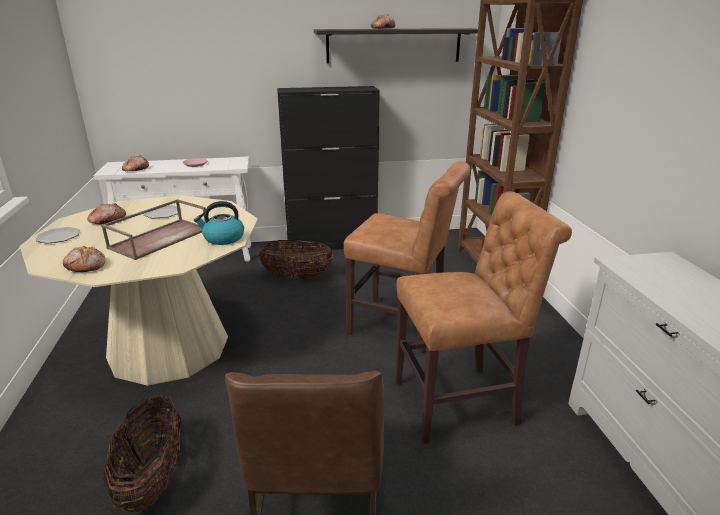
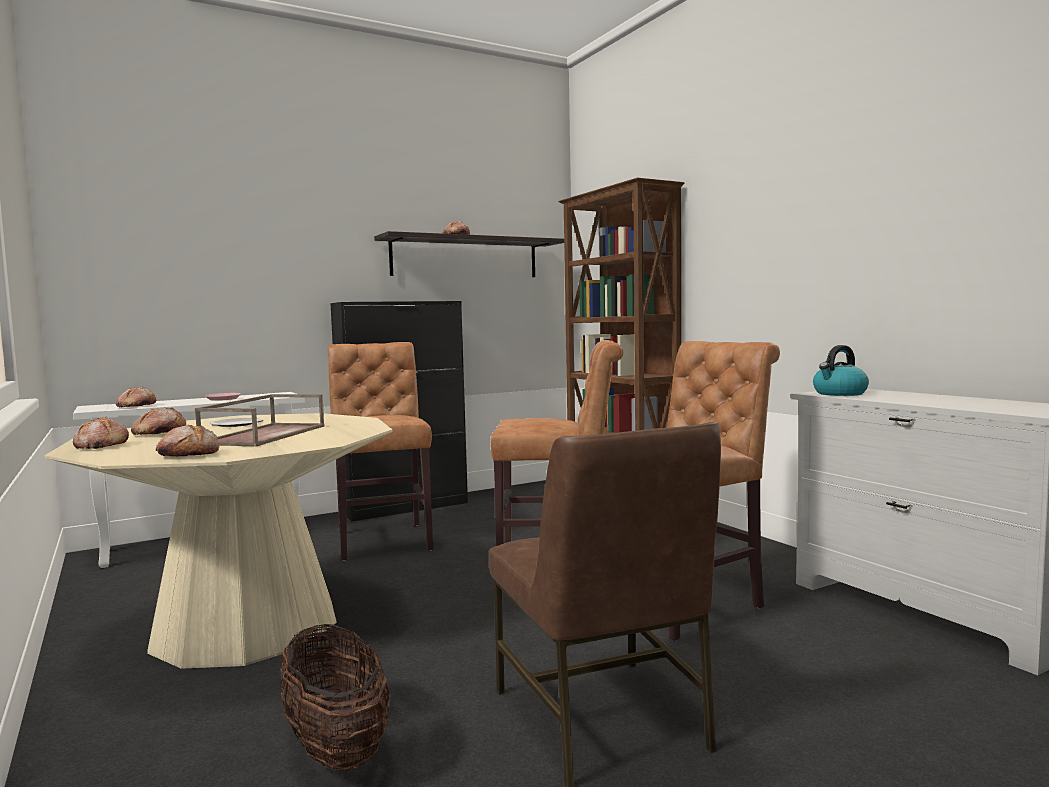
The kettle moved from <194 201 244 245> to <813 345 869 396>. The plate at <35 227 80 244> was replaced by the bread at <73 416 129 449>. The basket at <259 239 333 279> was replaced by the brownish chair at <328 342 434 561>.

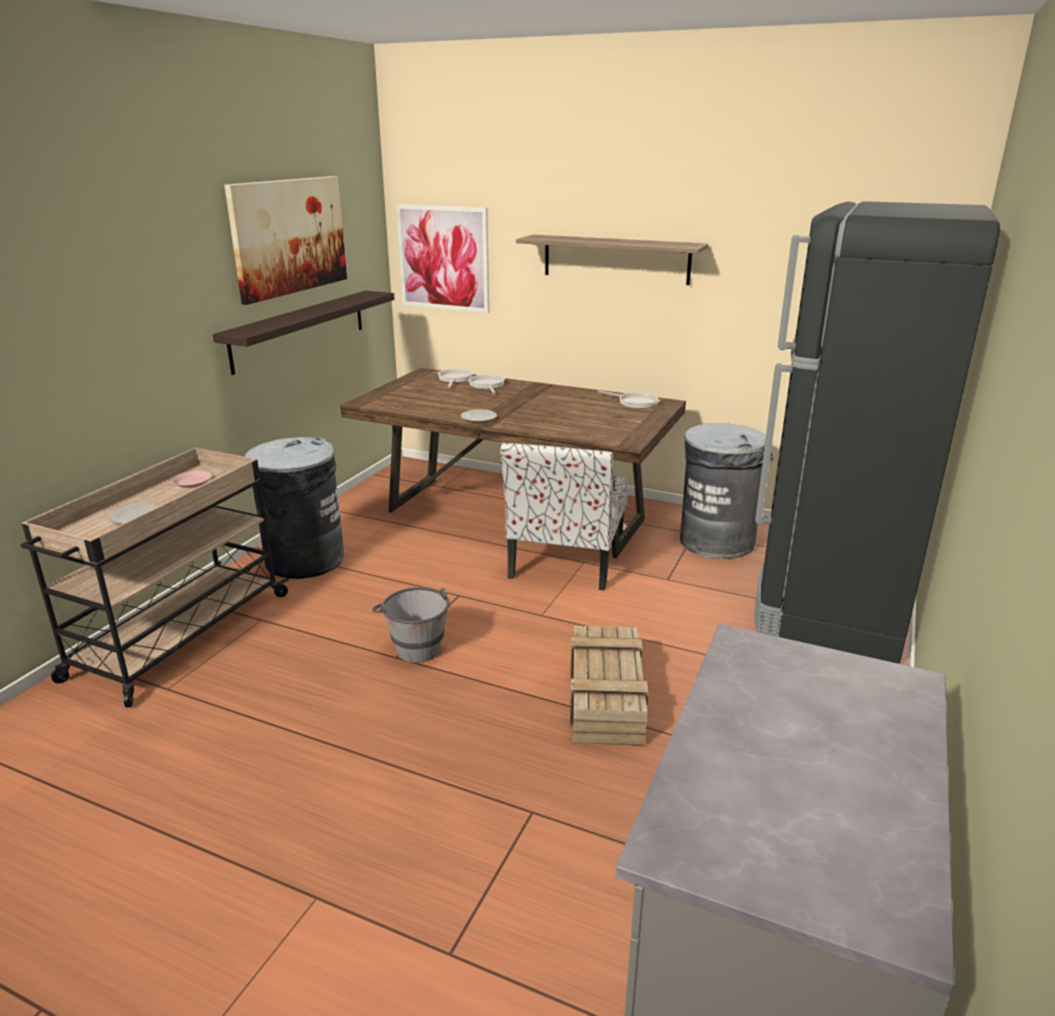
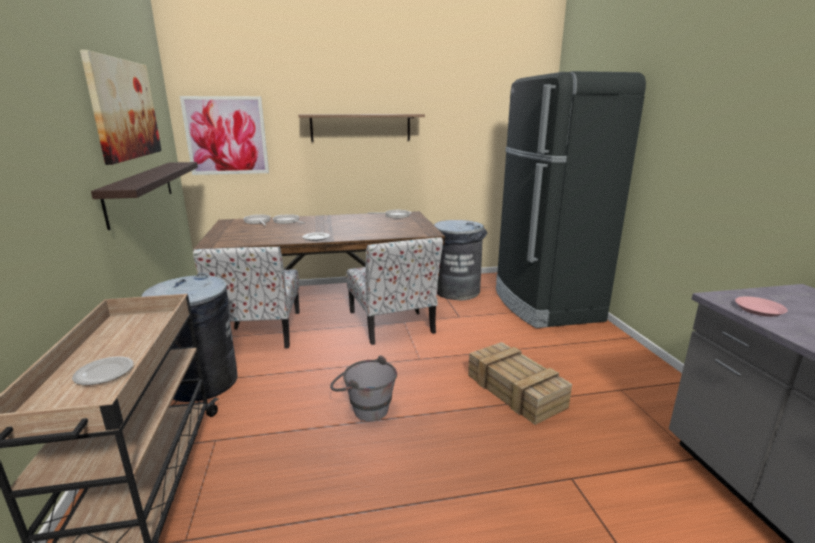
The pink-coloured plate moved from <172 471 212 488> to <735 296 788 317>. The chair at <193 247 300 348> appeared.

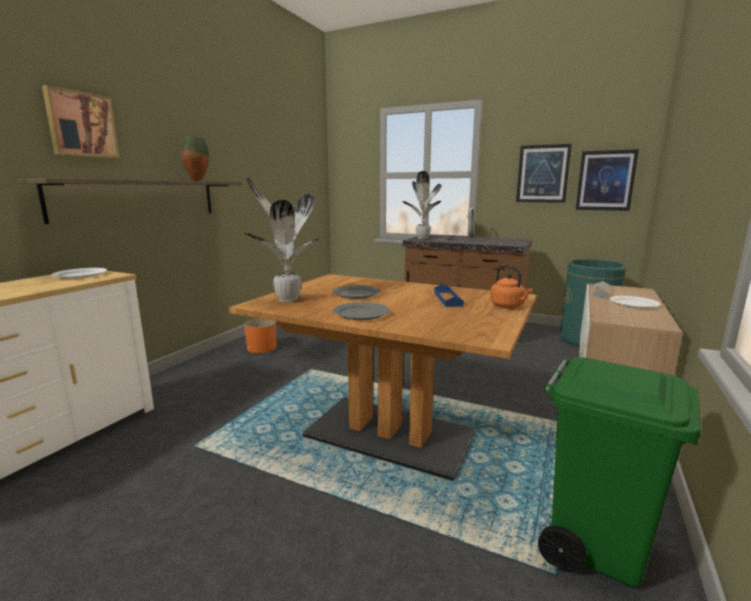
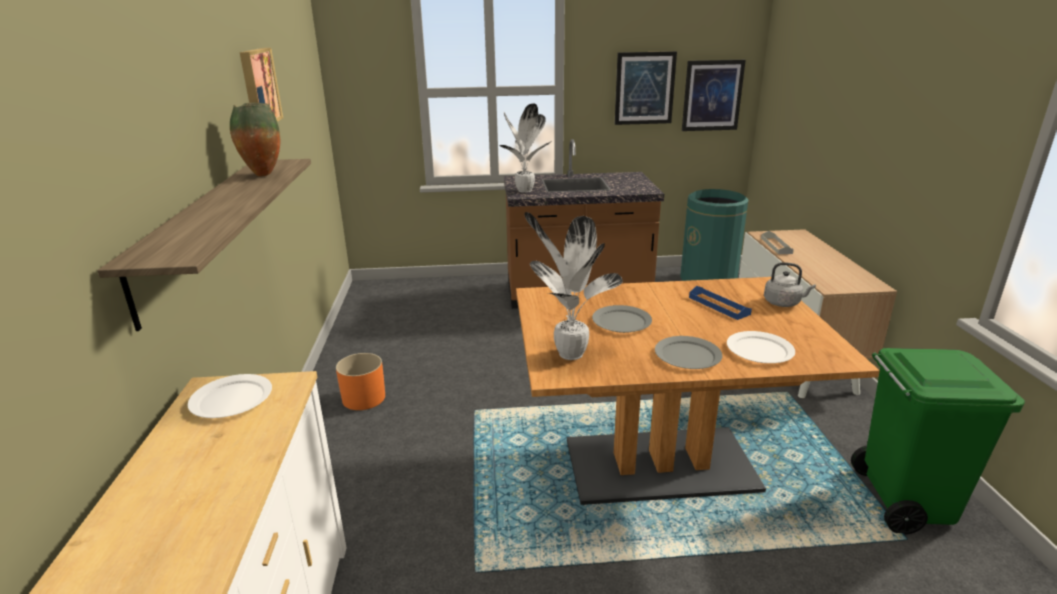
The wall art moved from <42 85 119 158> to <240 48 283 122>. The orange-coloured kettle at <490 265 533 308> became the gray kettle at <764 262 816 307>. The white plate moved from <610 296 660 309> to <727 331 795 363>.

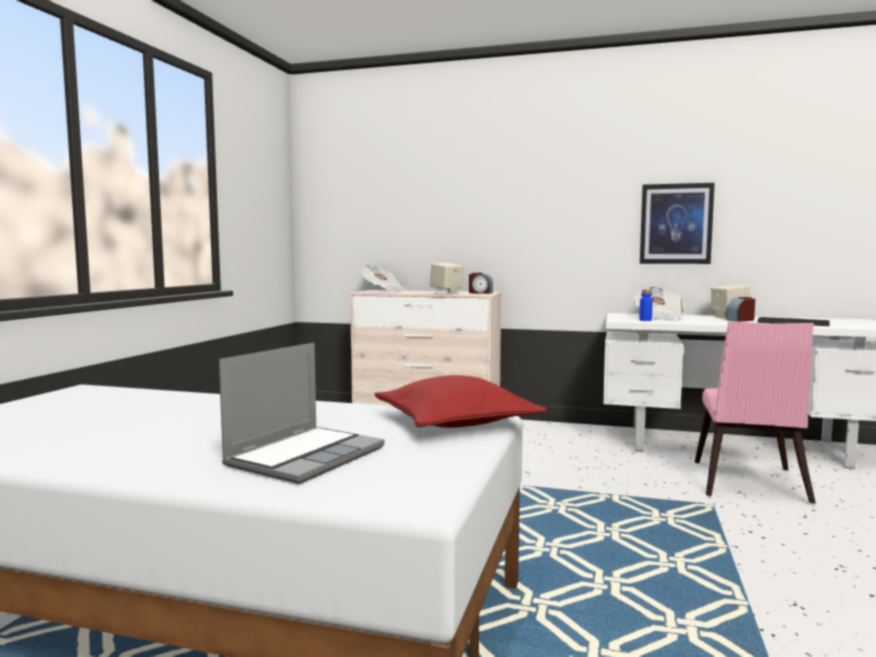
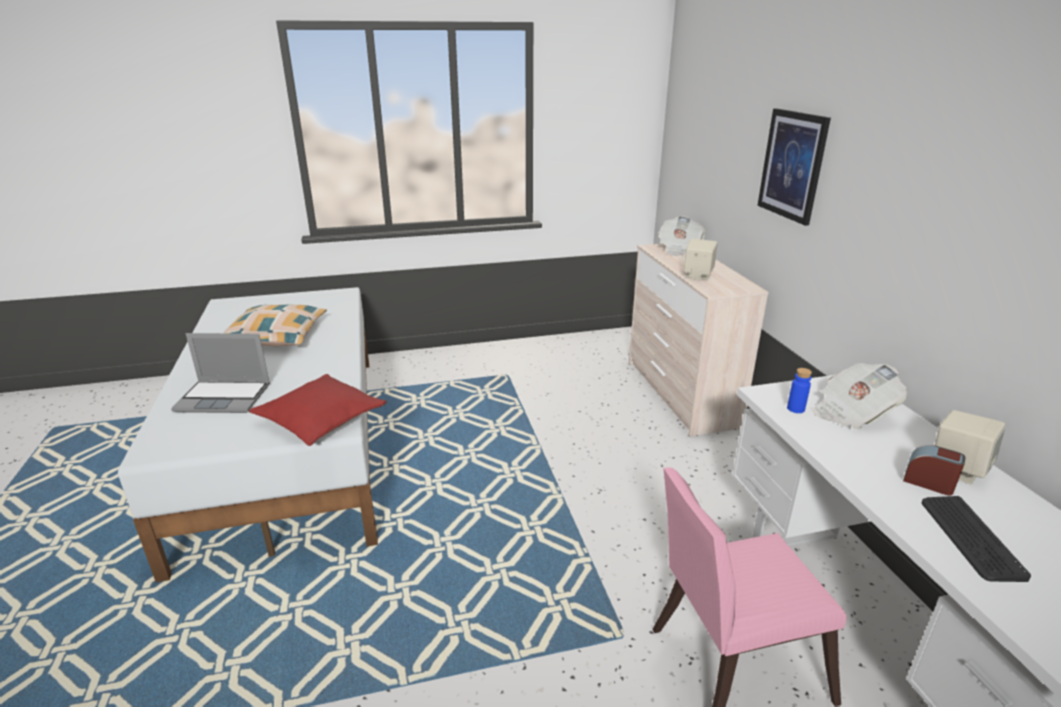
The wall art moved from <640 183 715 264> to <757 108 831 226>. The bedside clock at <469 273 493 294> disappeared. The throw pillow at <224 305 327 346> appeared.

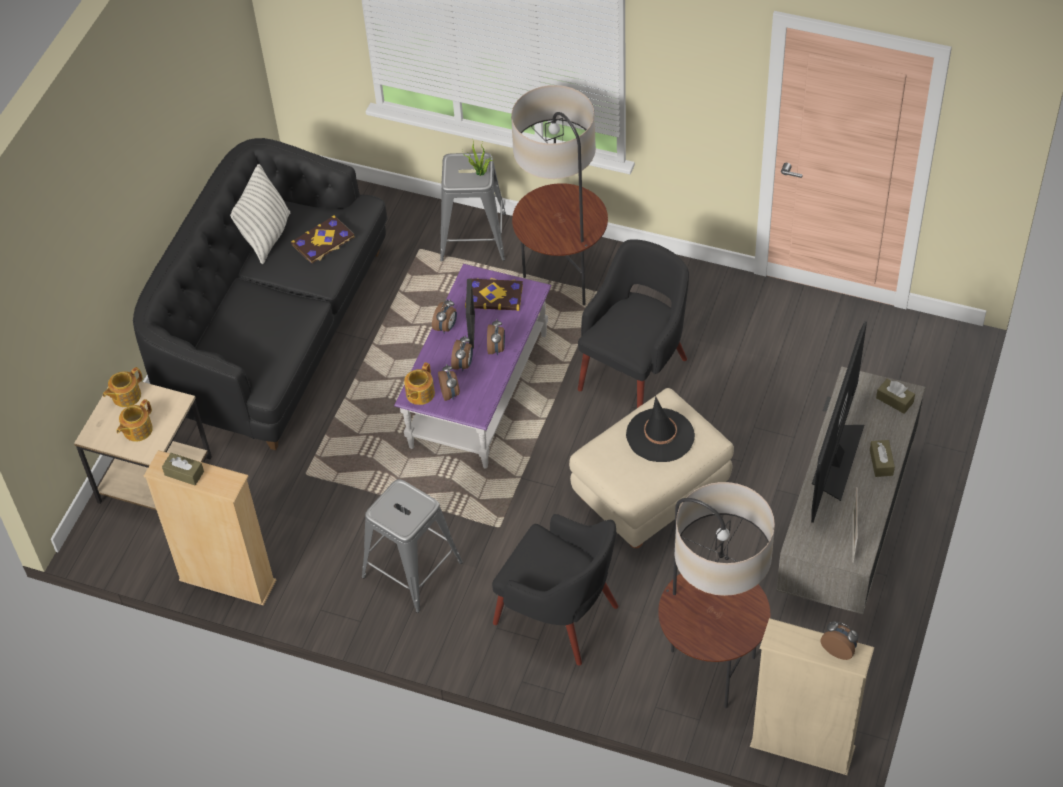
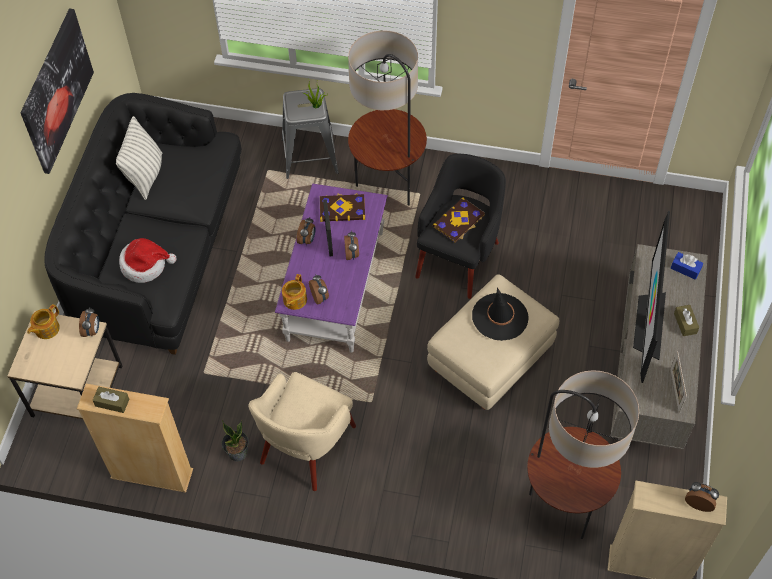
The volume moved from <291 215 355 264> to <433 197 485 243>. The bedside clock moved from <451 335 473 371> to <79 307 99 337>. The brownish tissue holder at <876 379 915 414> became the blue tissue holder at <671 252 703 280>. The pot for tea at <117 399 153 442> disappeared. The gray sitting stool at <362 479 463 613> was replaced by the beige lounge chair at <248 372 356 491>. The black lounge chair at <492 514 618 665> disappeared. The wall art at <20 8 94 174> appeared. The clothing hat at <119 238 176 283> appeared. The plant in a pot at <222 420 249 461> appeared.

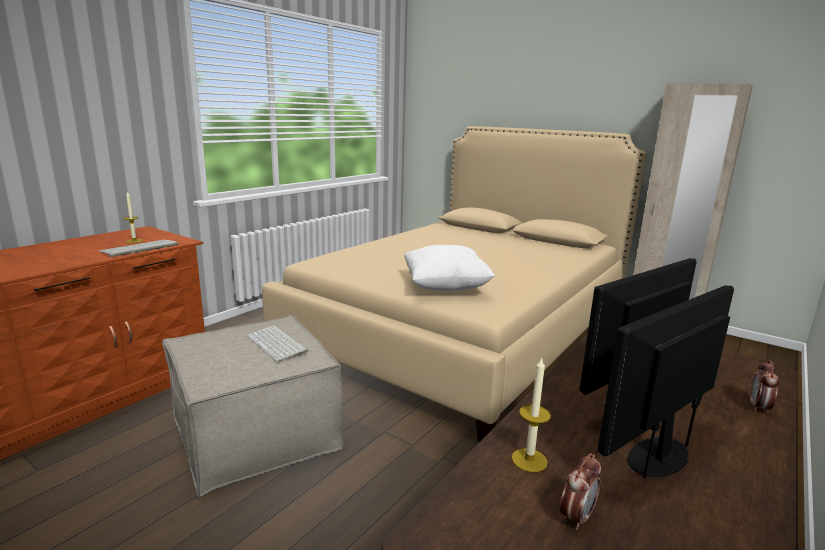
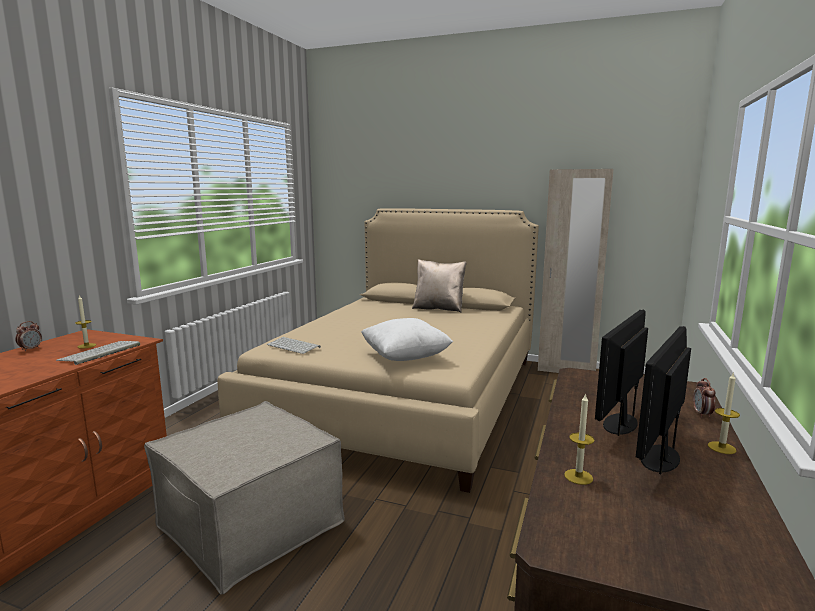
The keyboard moved from <246 325 309 362> to <267 337 321 354>. The bedside clock moved from <560 453 601 530> to <15 321 42 351>. The beige throw pillow at <412 259 467 312> appeared. The wax candle at <708 373 740 454> appeared.

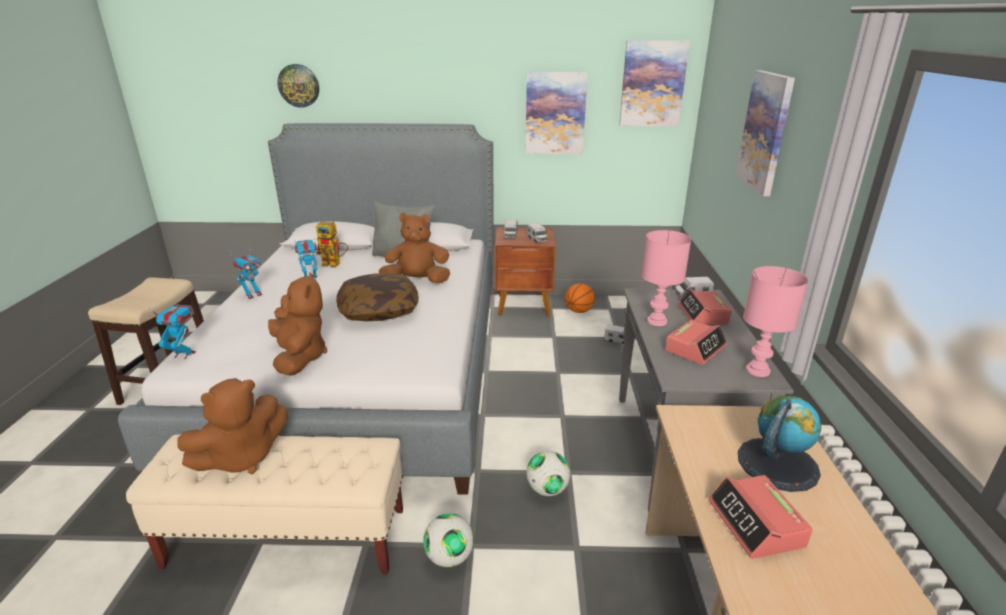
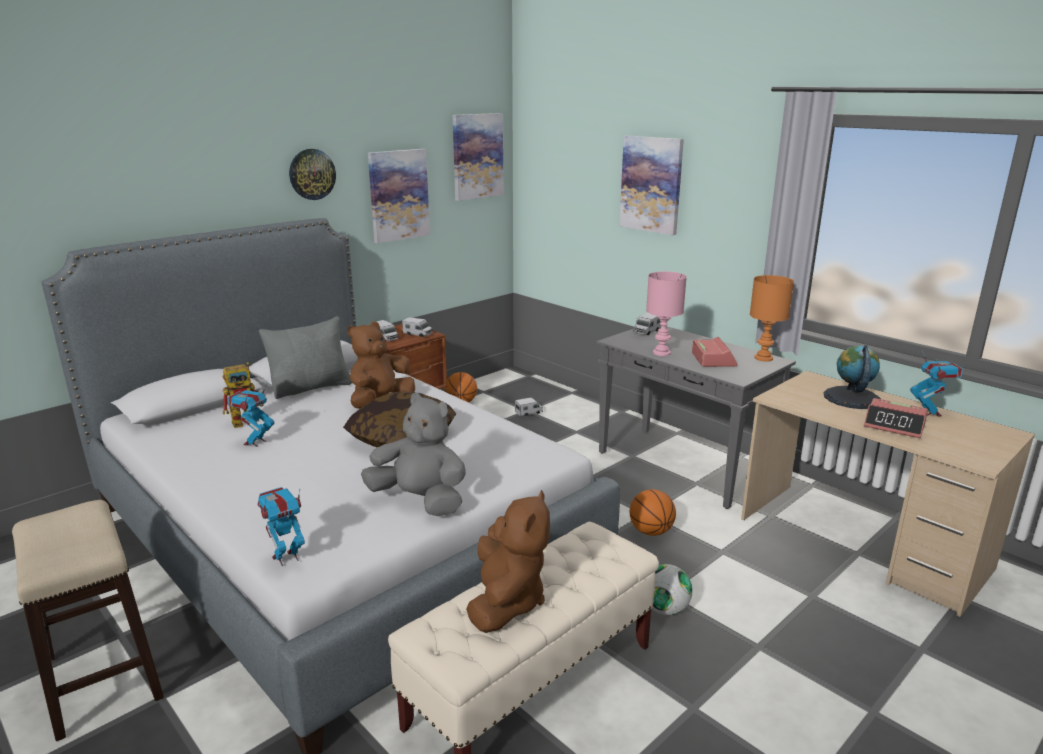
The clock on the wall moved from <277 64 319 108> to <289 149 336 200>. The model robot moved from <229 246 262 299> to <910 350 963 416>. The pink-coloured lamp for a table at <743 266 808 377> became the orange-coloured lamp for a table at <750 275 794 362>. The brownish soft toy at <268 272 327 376> became the gray soft toy at <361 393 466 516>. The bedside clock at <678 288 732 325> disappeared. The football at <526 451 570 496> was replaced by the basketball ball at <630 489 676 536>.

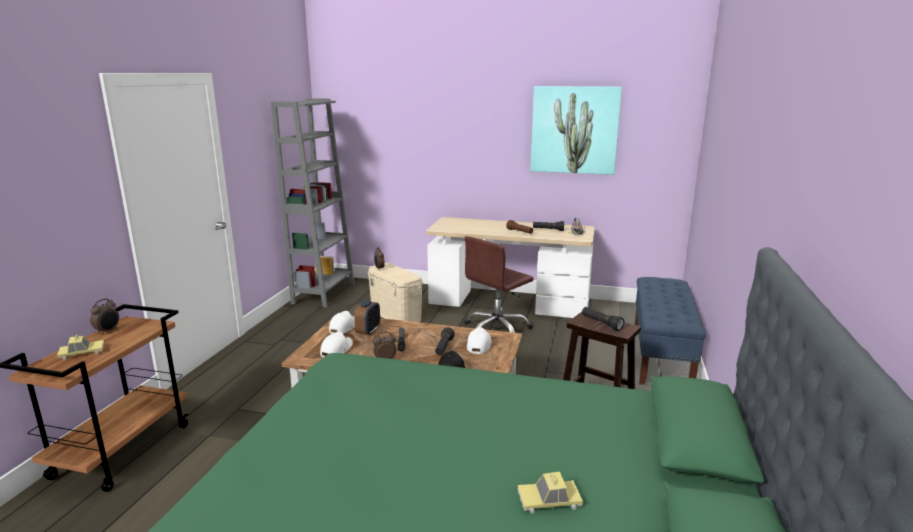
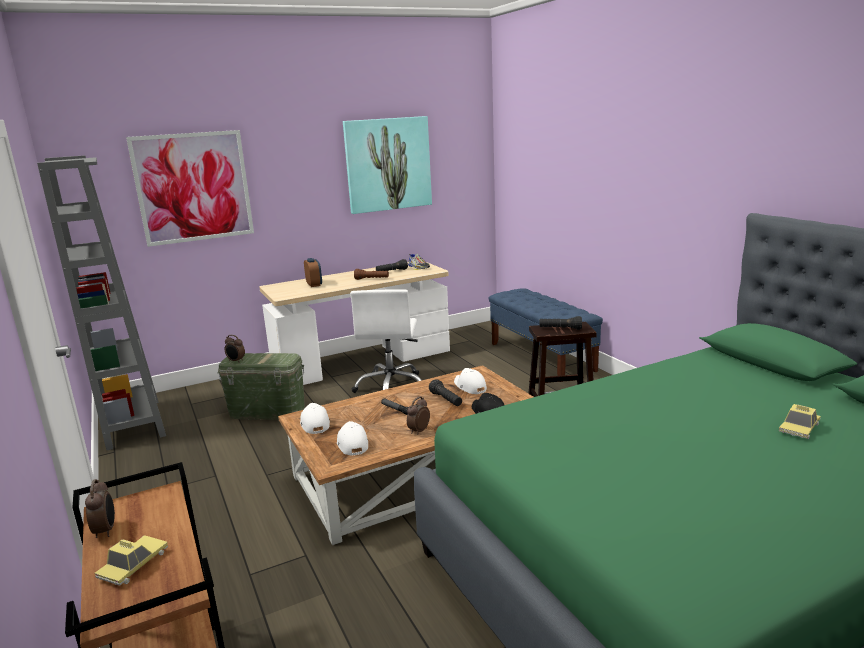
The brownish computer chair at <464 236 534 333> became the white computer chair at <350 289 422 393>. The beige storage box at <368 263 423 322> became the green storage box at <218 353 305 420>. The bedside clock moved from <354 300 380 336> to <304 258 322 287>. The wall art at <126 130 254 247> appeared.

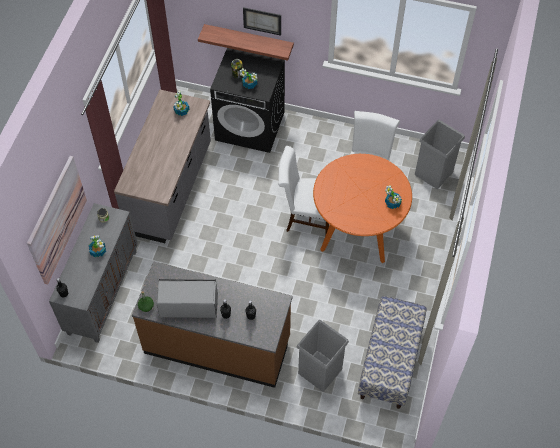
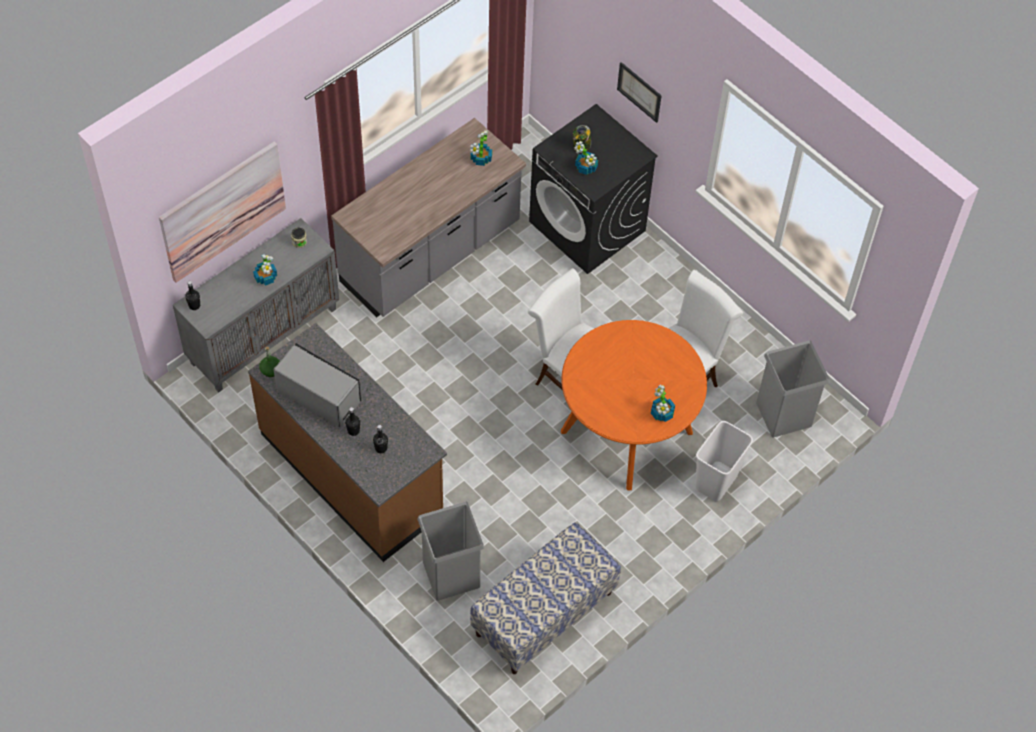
The bracket shelf at <198 24 294 61> disappeared. The white trash can at <696 421 753 501> appeared.

